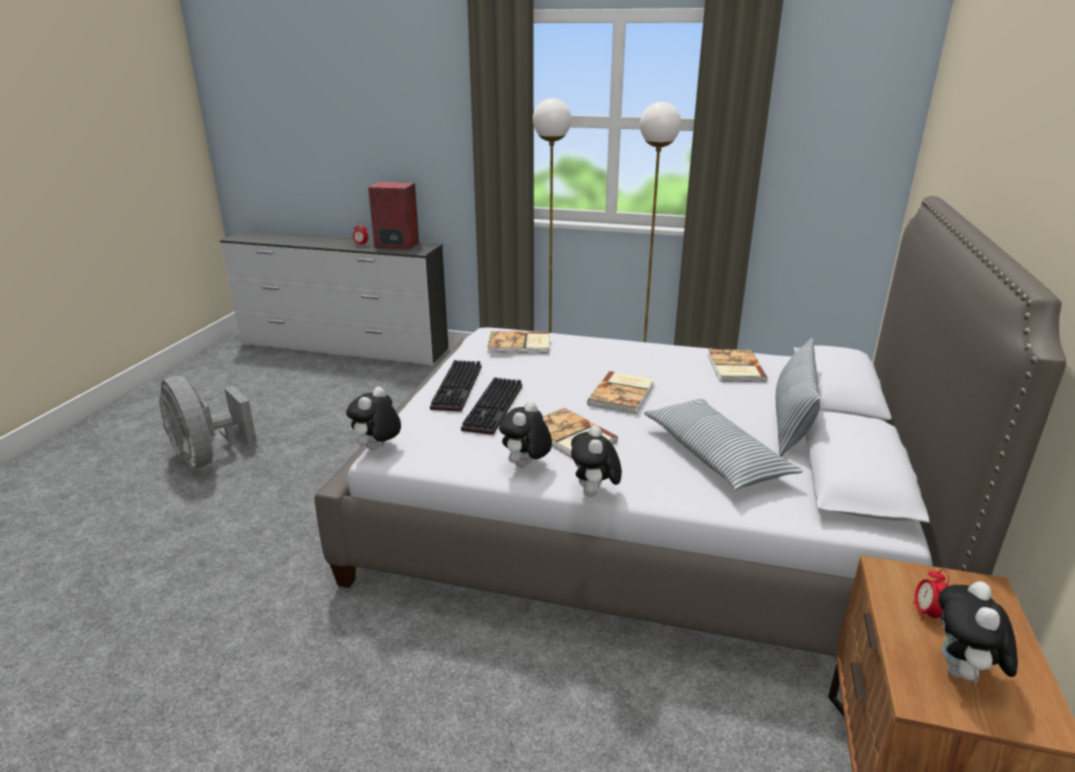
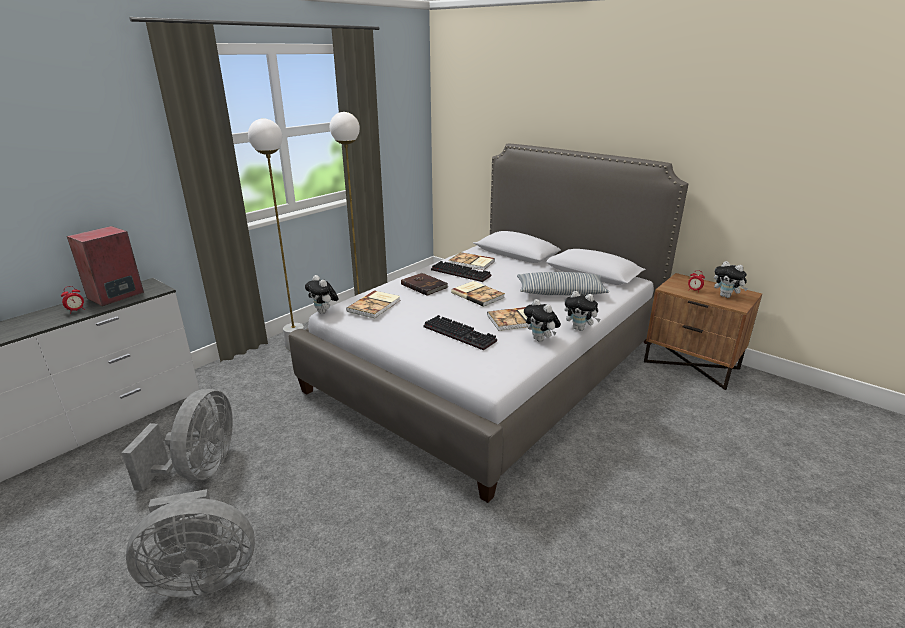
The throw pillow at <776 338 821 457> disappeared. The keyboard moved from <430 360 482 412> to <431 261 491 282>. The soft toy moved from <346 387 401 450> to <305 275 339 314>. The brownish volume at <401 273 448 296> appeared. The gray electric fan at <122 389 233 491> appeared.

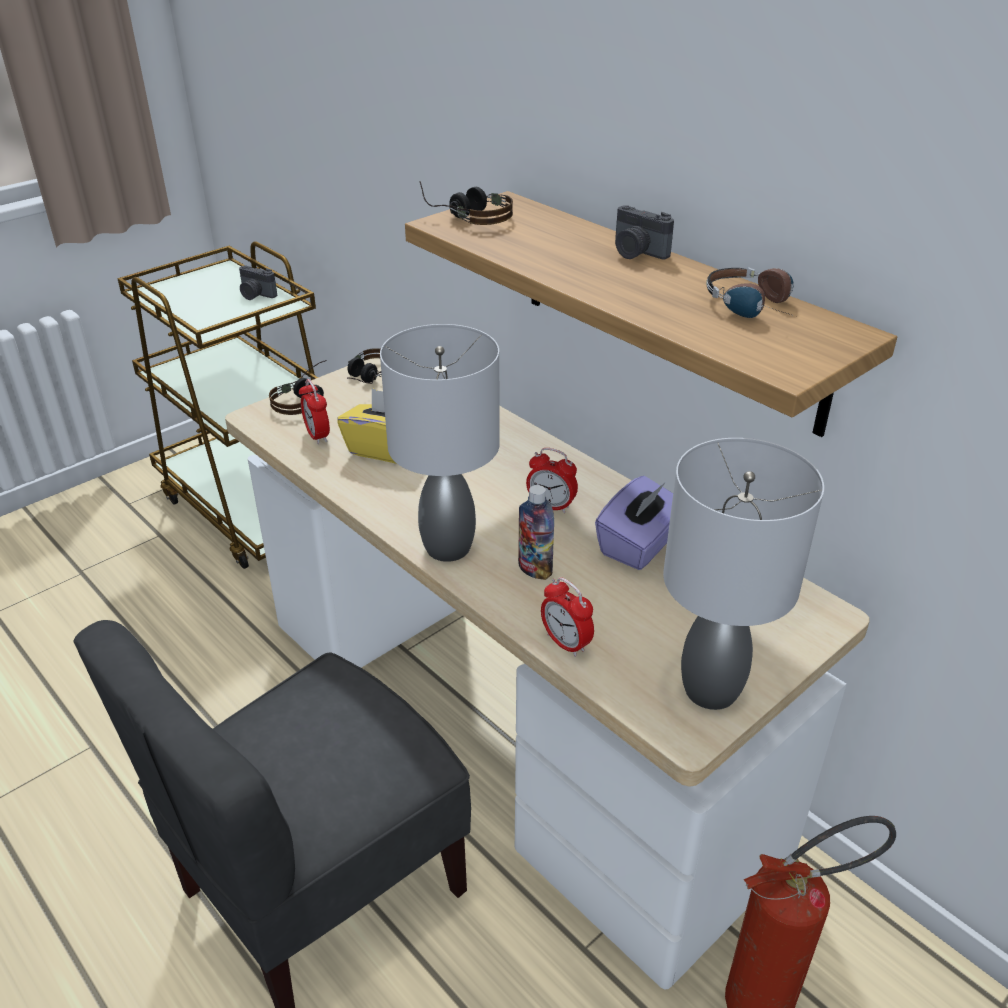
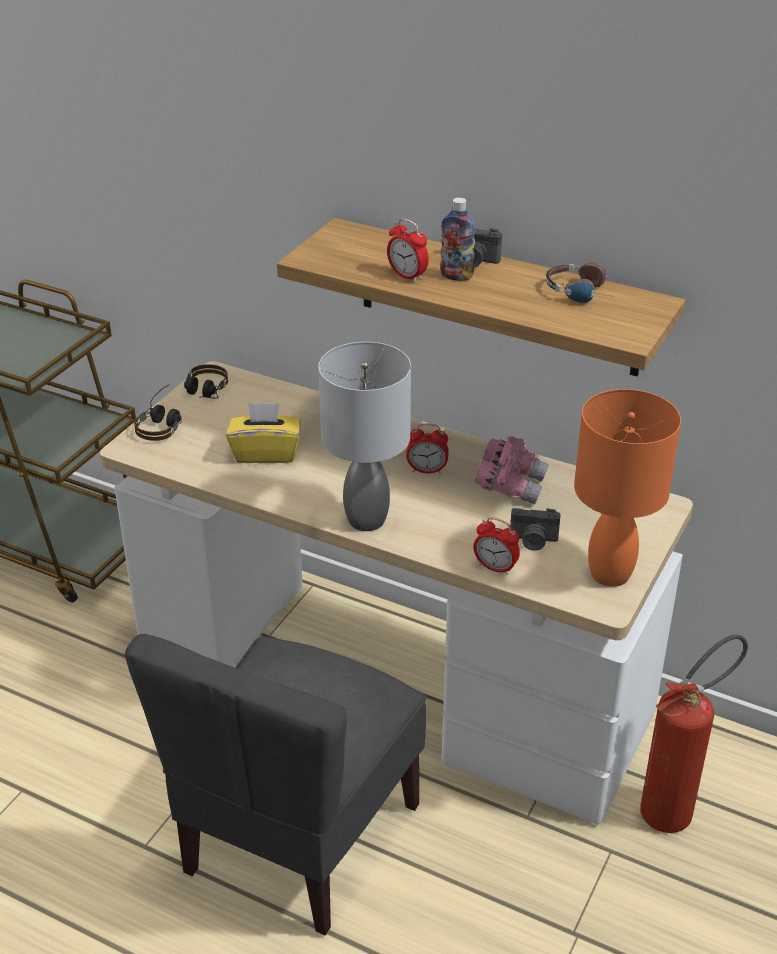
The pair of headphones at <419 181 513 225> disappeared. The still camera moved from <239 265 277 300> to <510 508 561 551>. The bedside clock moved from <299 379 330 444> to <387 218 429 283>. The gray lamp for a table at <663 438 824 710> became the orange-coloured lamp for a table at <574 389 681 587>. The purple tissue holder at <595 476 673 570> was replaced by the pink-coloured pair of binoculars at <474 436 549 504>. The beverage bottle moved from <518 485 554 580> to <440 198 476 281>.

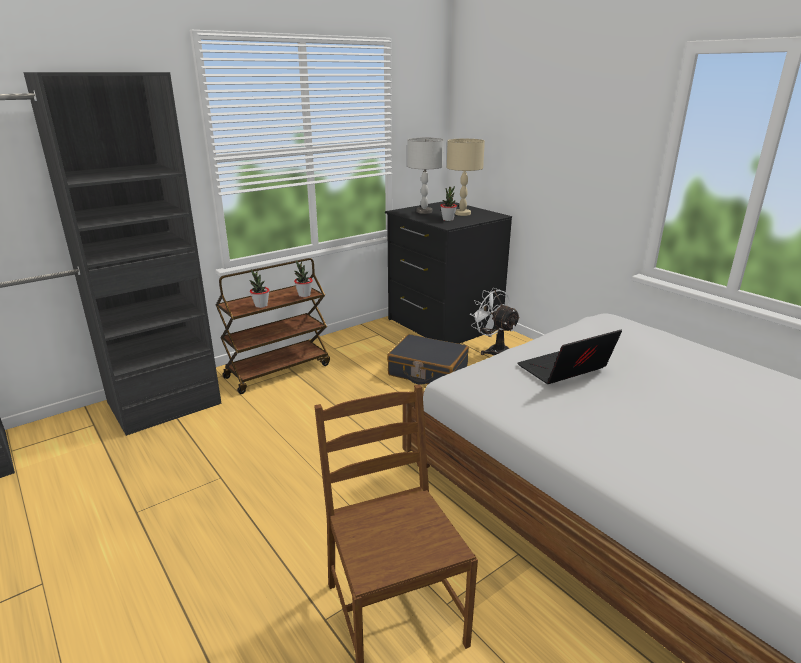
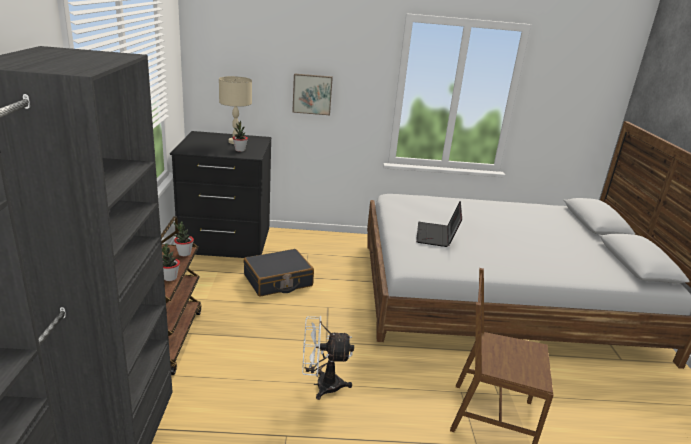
The gray lamp for a table at <407 138 444 214> disappeared. The white electric fan moved from <470 288 521 355> to <302 316 354 400>. The wall art at <292 73 333 115> appeared.

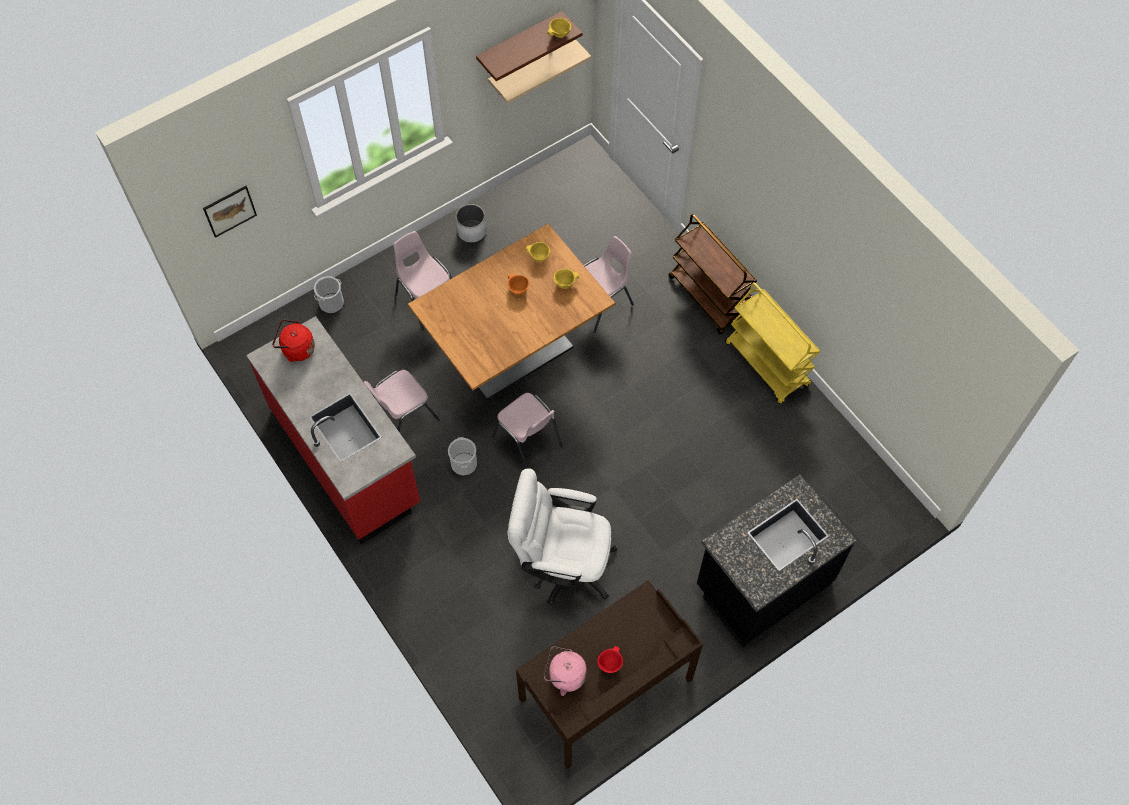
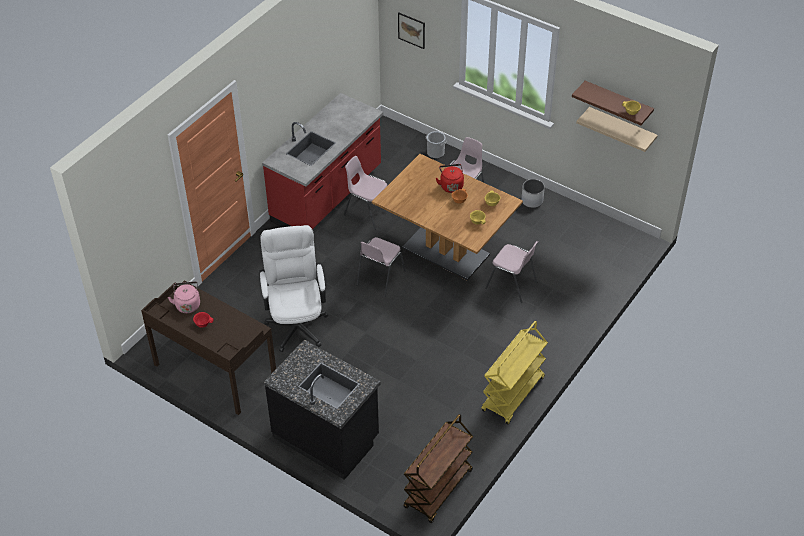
The brownish cart moved from <668 214 757 335> to <404 414 473 523>. The reddish kettle moved from <272 320 315 362> to <436 164 464 193>. The bucket at <448 437 477 475> disappeared.

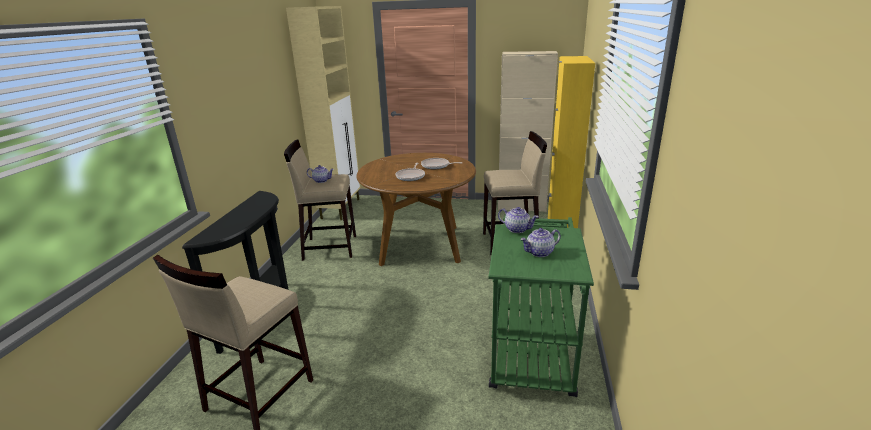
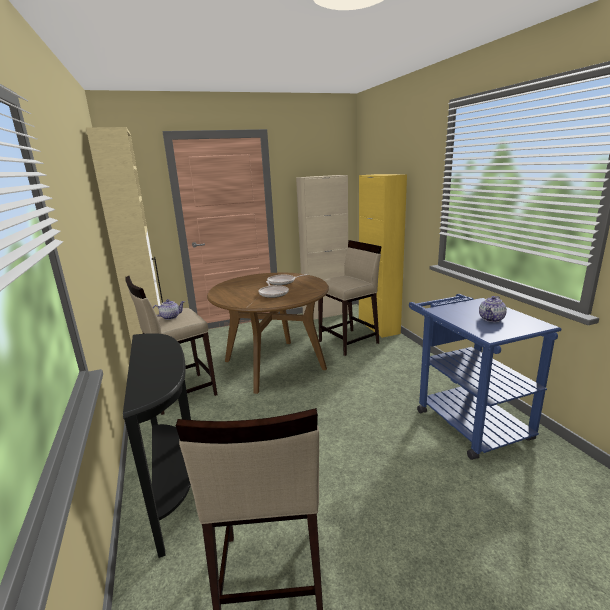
The pot for tea at <498 207 538 233> disappeared. The green cart at <488 215 594 397> became the blue cart at <409 294 561 460>.

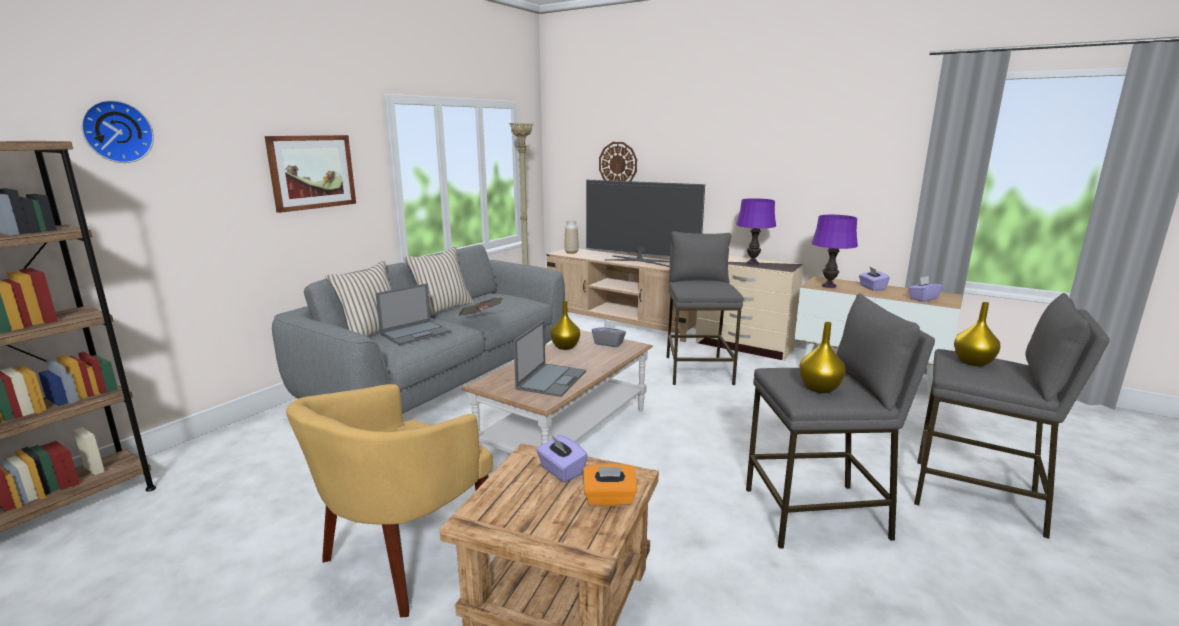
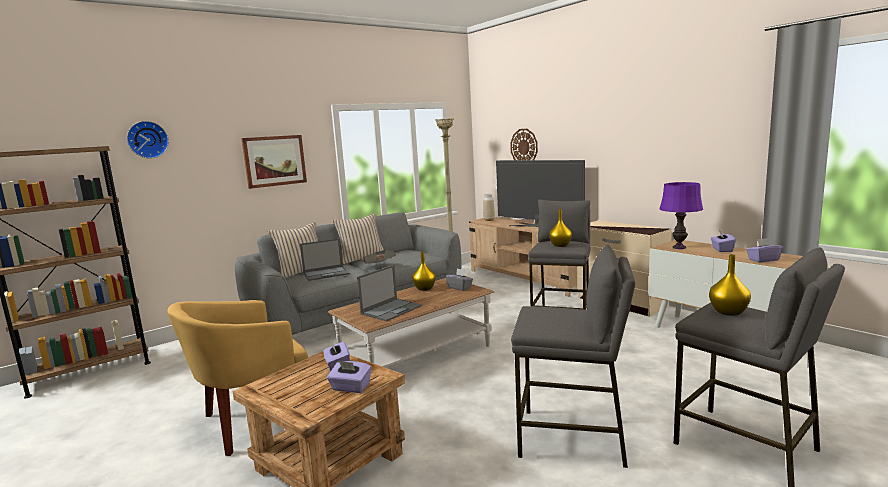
The purple lamp for a table at <736 198 776 265> disappeared. The yellowish decorative vase moved from <799 322 846 393> to <549 210 572 247>. The orange-coloured tissue holder at <583 463 637 507> became the purple tissue holder at <327 360 372 393>.

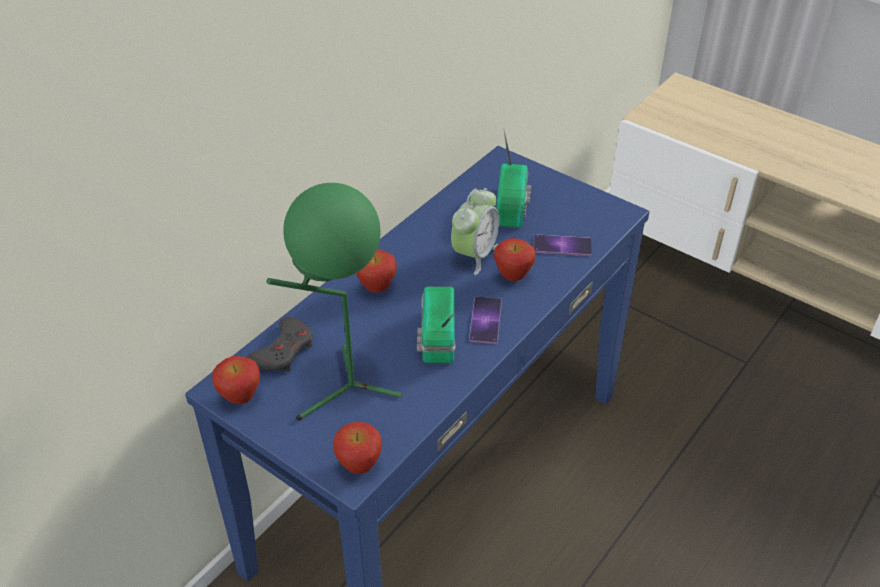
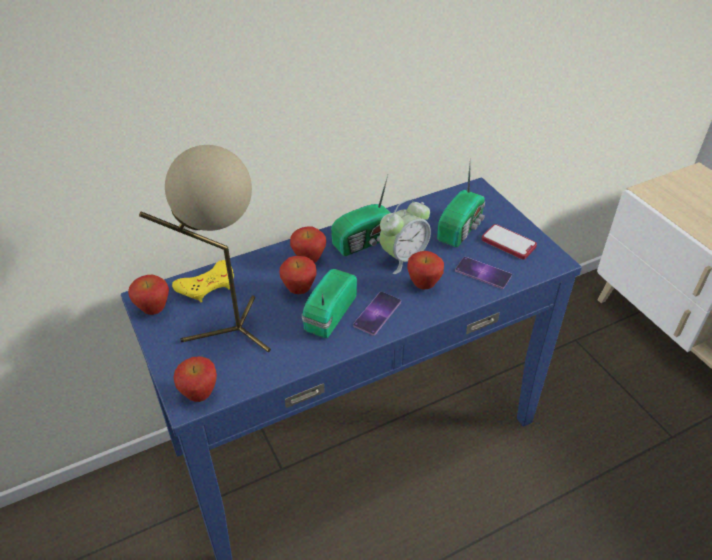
The green lamp for a table at <266 183 402 421> became the beige lamp for a table at <139 145 271 352>. The gray joypad at <245 317 313 372> became the yellowish joypad at <172 260 234 303>. The radio set at <331 175 390 256> appeared. The handset at <482 224 537 260> appeared. The whole apple at <280 256 317 294> appeared.

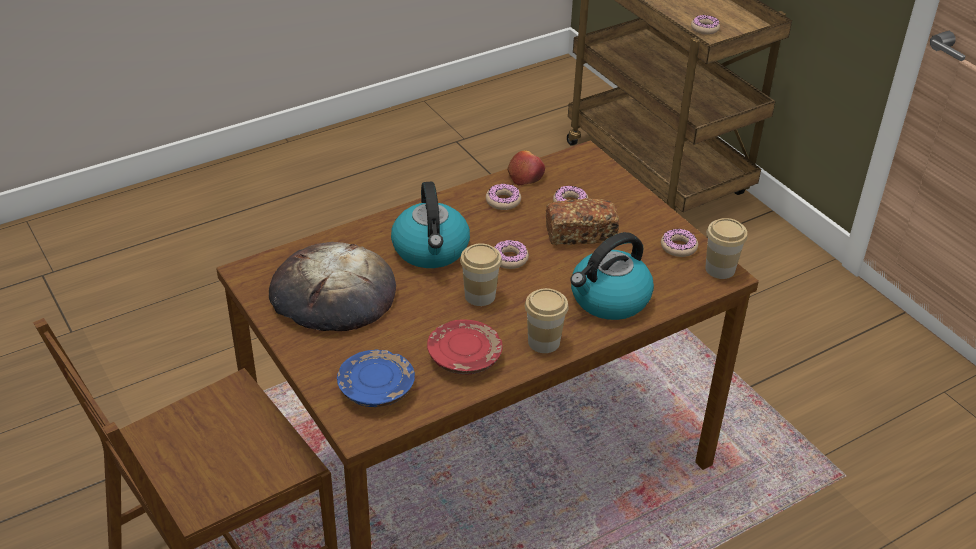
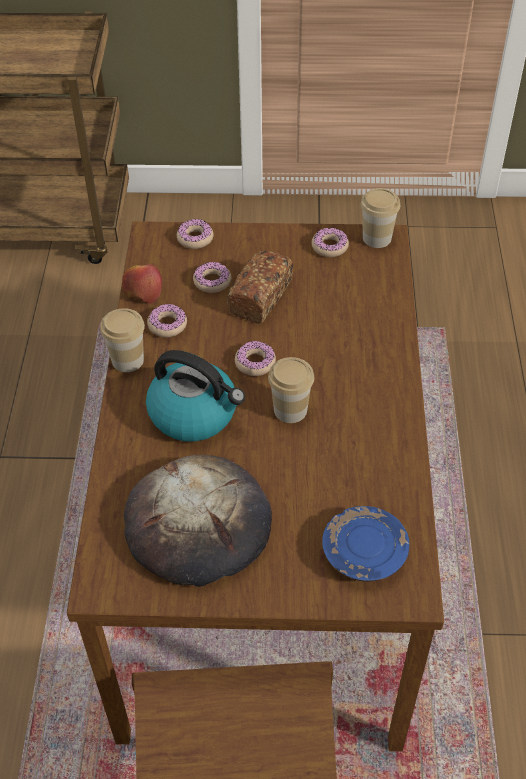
The doughnut moved from <691 15 720 35> to <177 219 214 249>. The kettle at <570 232 654 320> disappeared. The cup moved from <525 288 569 353> to <100 308 145 372>. The reddish plate at <427 320 503 375> disappeared.

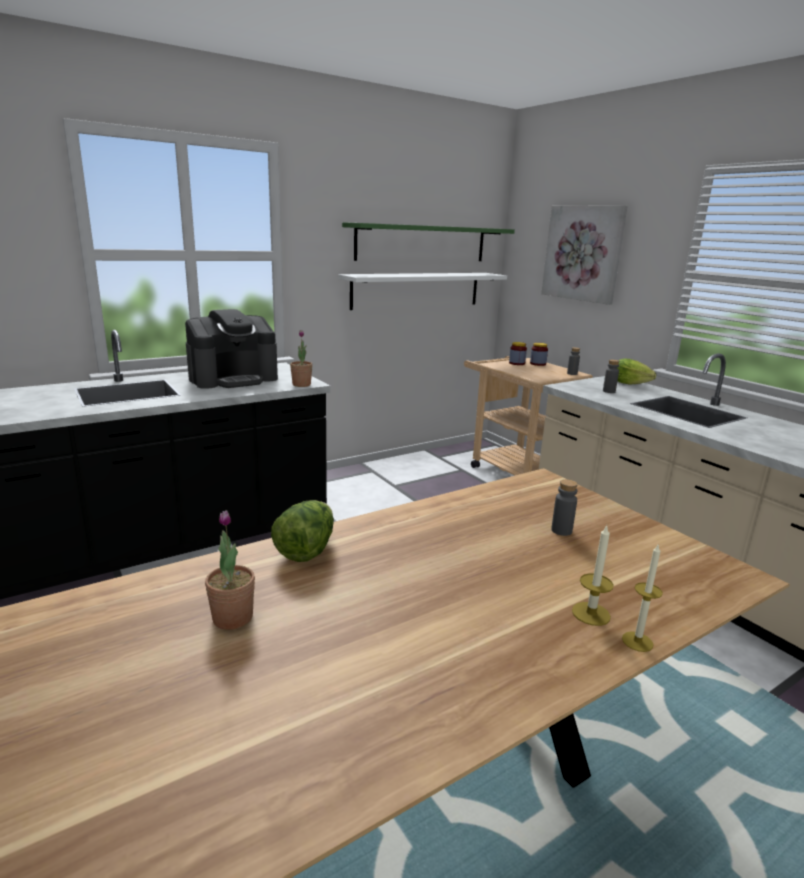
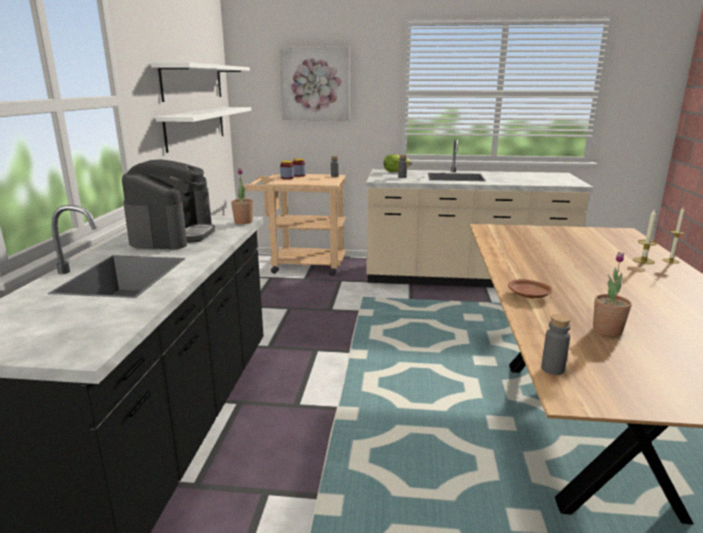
The green bracket shelf at <342 222 515 261> became the white bracket shelf at <151 62 250 102>. The gray beverage bottle moved from <551 479 578 536> to <541 314 571 375>. The lettuce at <271 500 334 562> was replaced by the brownish plate at <508 279 552 298>.

